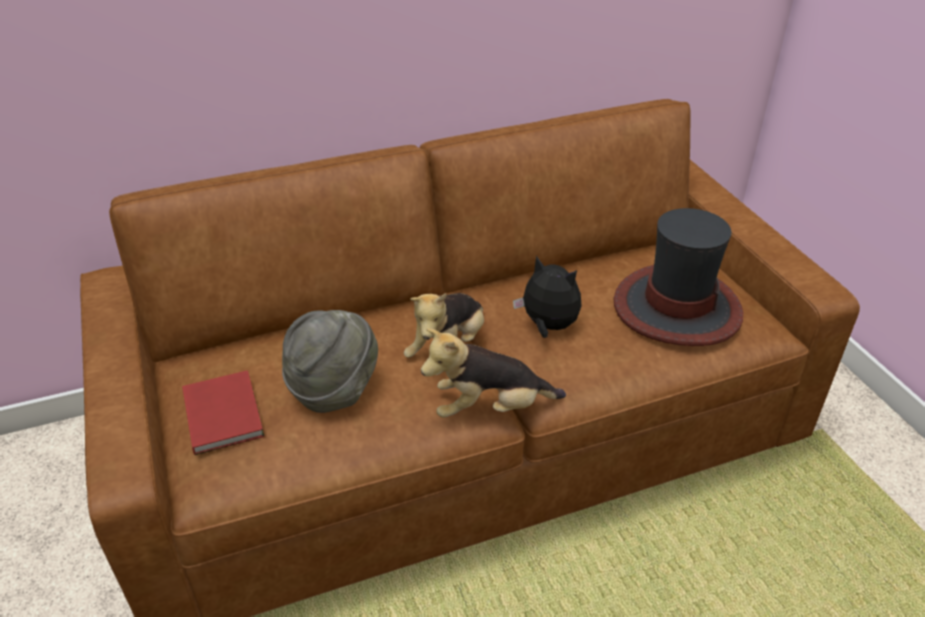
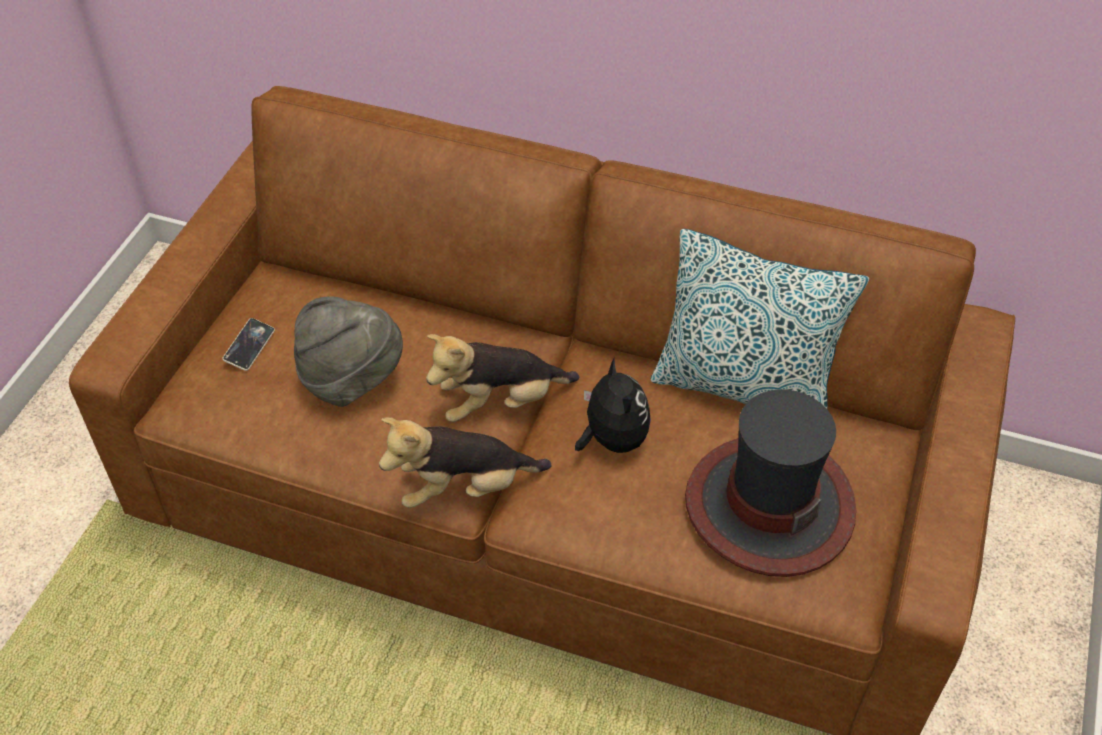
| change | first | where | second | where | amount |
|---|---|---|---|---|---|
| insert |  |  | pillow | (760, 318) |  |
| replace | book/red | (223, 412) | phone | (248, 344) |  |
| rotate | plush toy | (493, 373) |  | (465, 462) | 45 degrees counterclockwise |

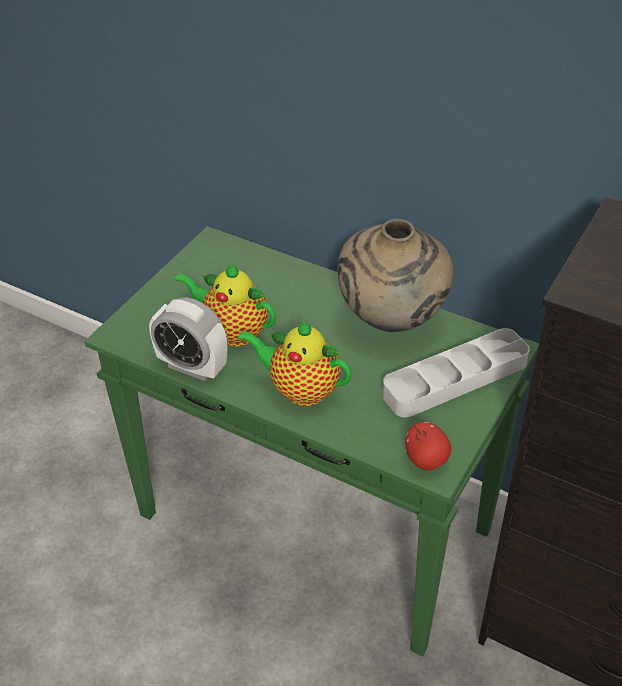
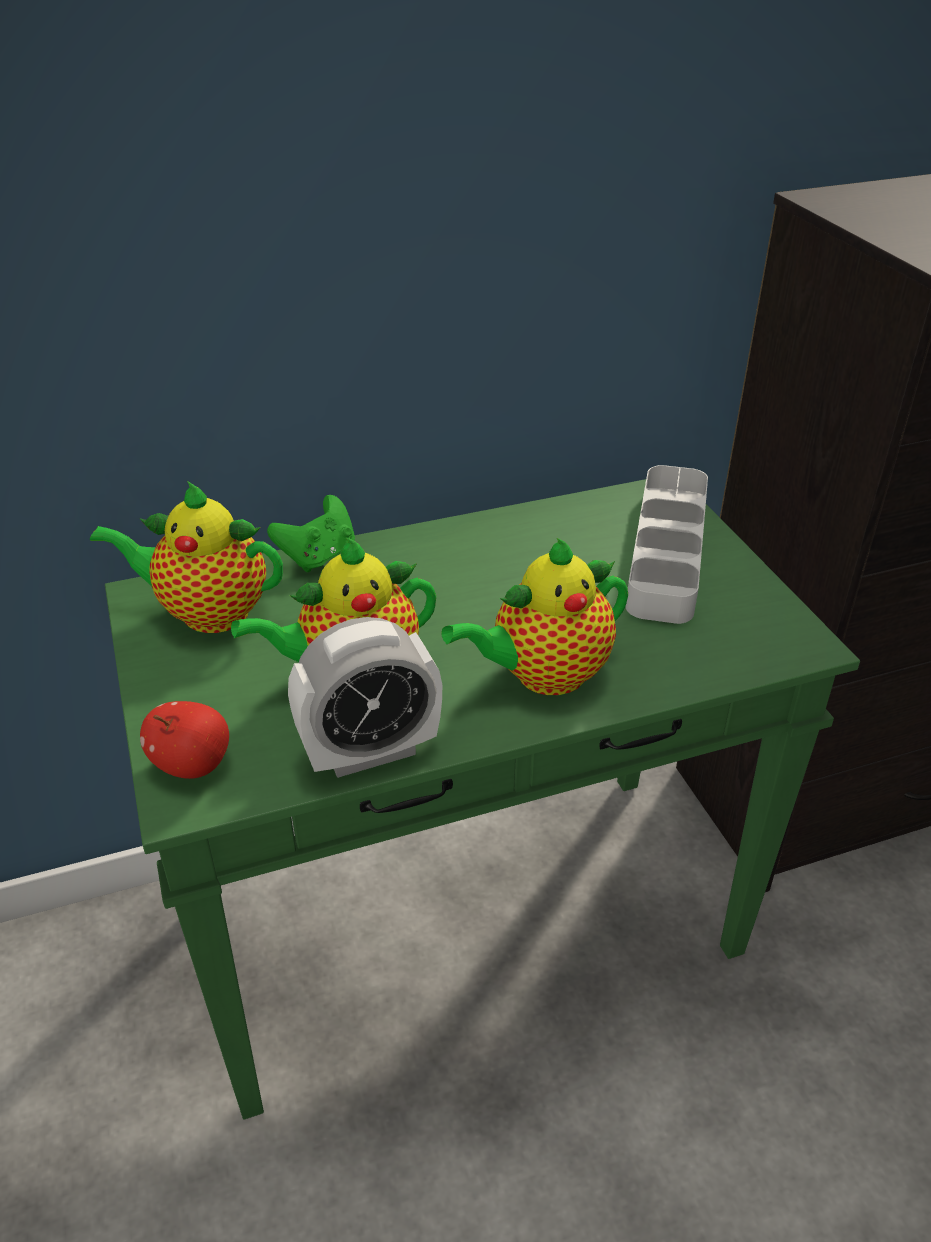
| change | first | where | second | where | amount |
|---|---|---|---|---|---|
| delete | vase/beige | (396, 275) |  |  |  |
| insert |  |  | teapot | (186, 557) |  |
| insert |  |  | game controller/green | (311, 533) |  |
| move | apple | (428, 446) |  | (184, 740) |  |

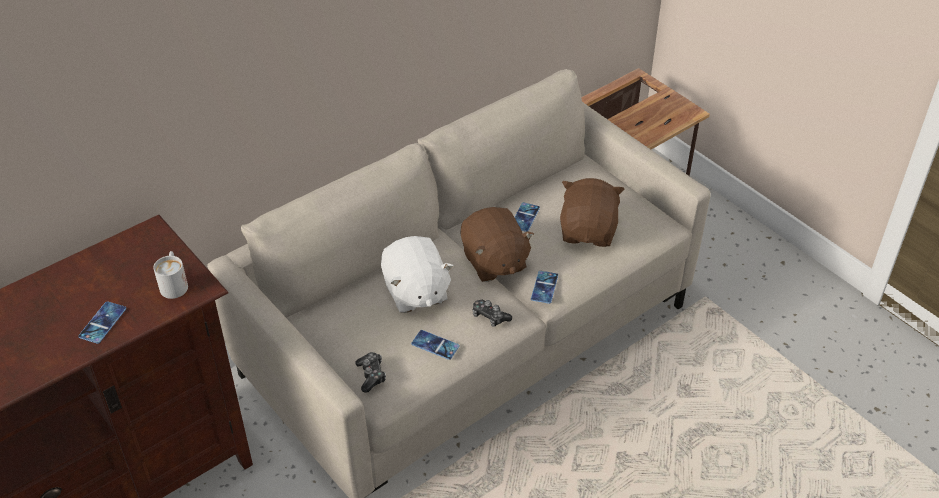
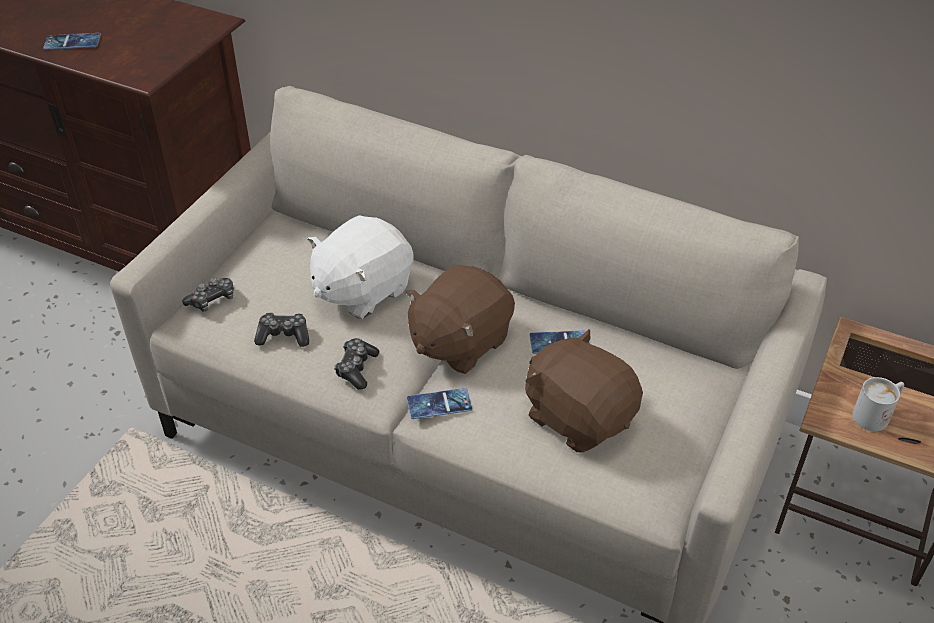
| change | first | where | second | where | amount |
|---|---|---|---|---|---|
| move | mug/white | (170, 275) |  | (878, 404) |  |
| replace | phone | (435, 345) | game controller | (281, 329) |  |
| rotate | plush toy/brown | (592, 212) |  | (584, 390) | 120 degrees counterclockwise |

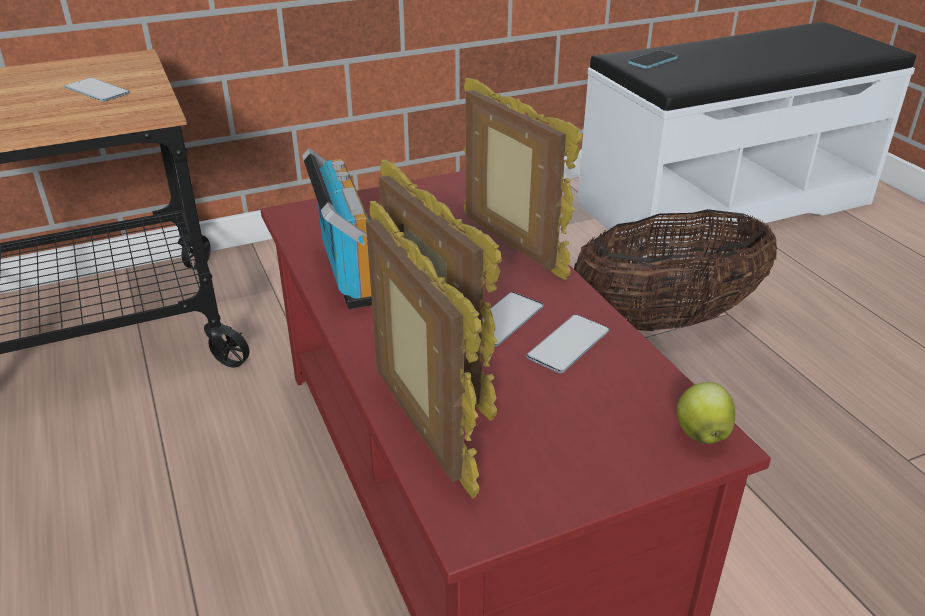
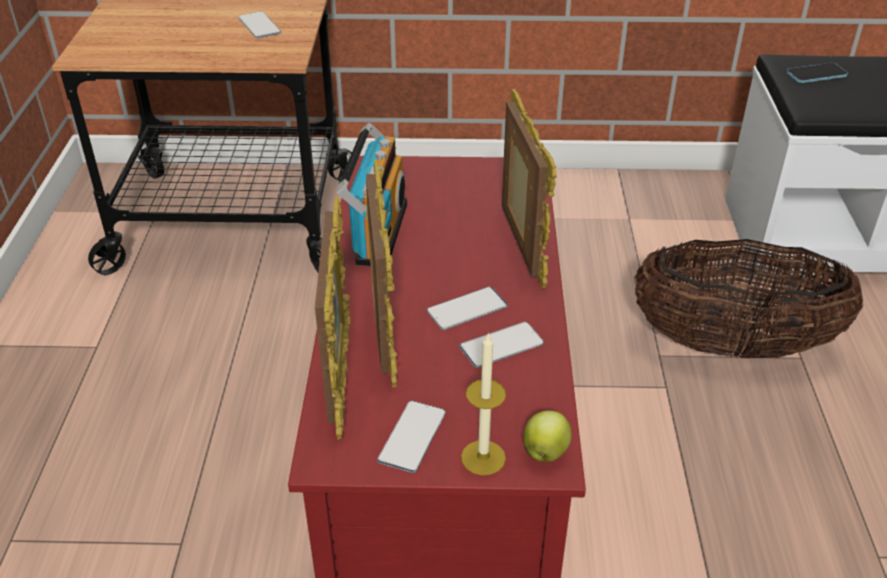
| change | first | where | second | where | amount |
|---|---|---|---|---|---|
| insert |  |  | phone | (411, 437) |  |
| insert |  |  | candle | (483, 403) |  |

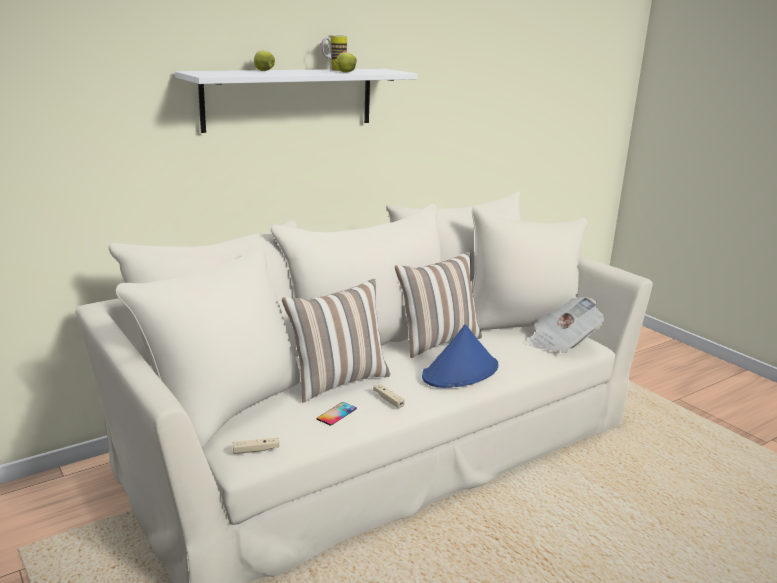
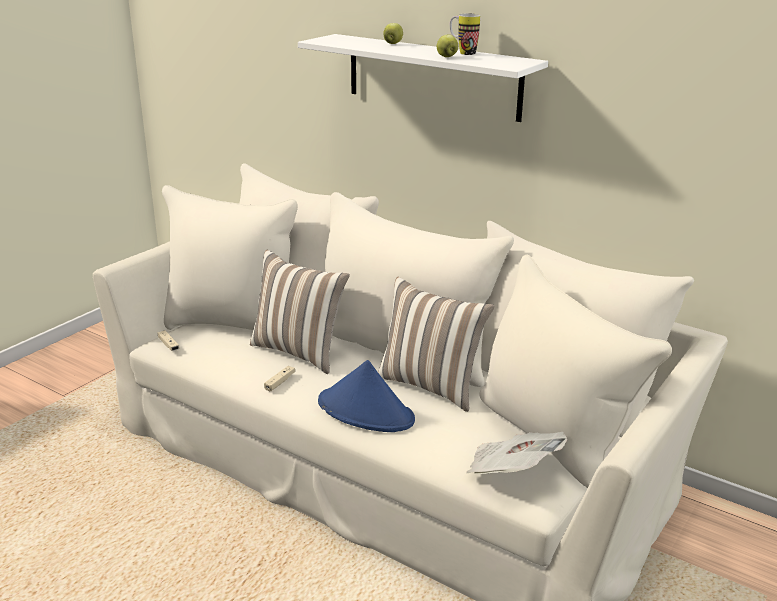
| change | first | where | second | where | amount |
|---|---|---|---|---|---|
| delete | phone | (337, 414) |  |  |  |

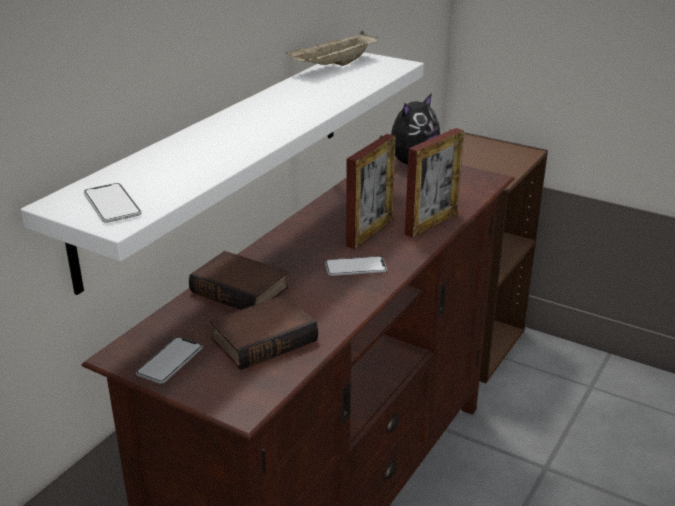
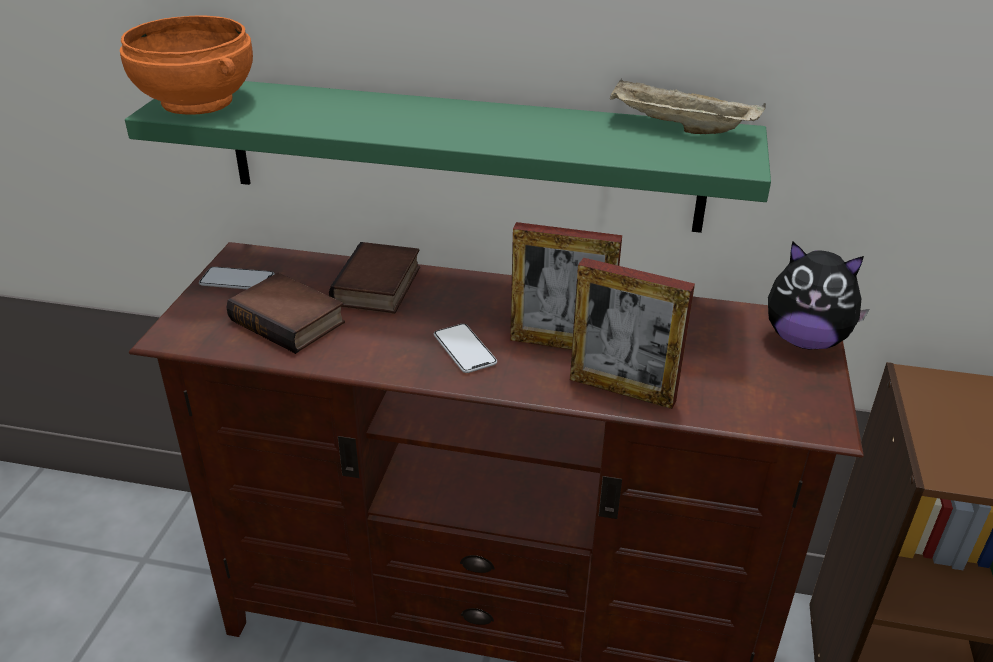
| change | first | where | second | where | amount |
|---|---|---|---|---|---|
| replace | phone | (113, 203) | bowl/orange | (186, 65) |  |
| recolor | shelf/white | (222, 173) | shelf/green | (448, 157) |  |

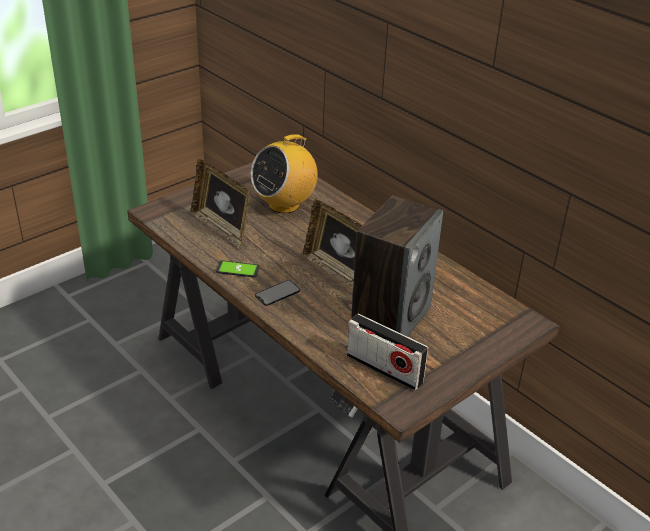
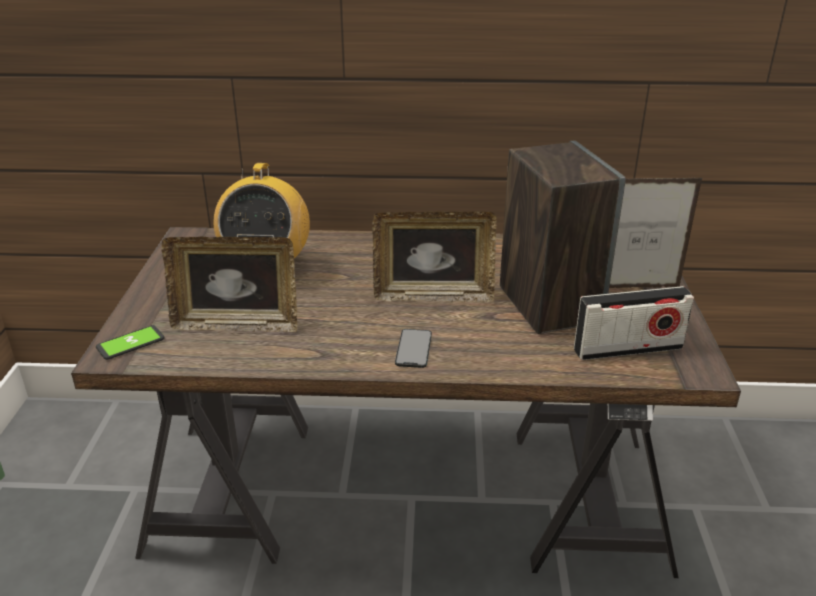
| change | first | where | second | where | amount |
|---|---|---|---|---|---|
| insert |  |  | picture frame | (655, 233) |  |
| move | phone | (238, 268) |  | (130, 342) |  |

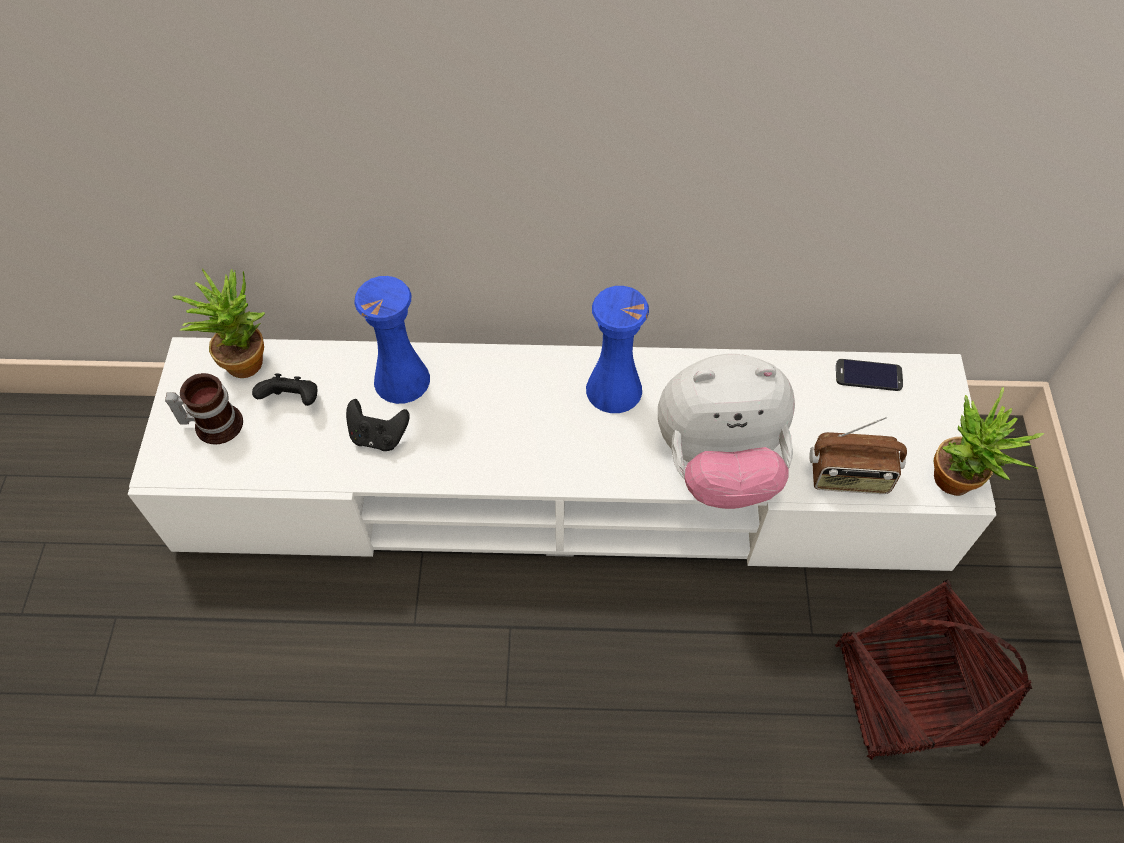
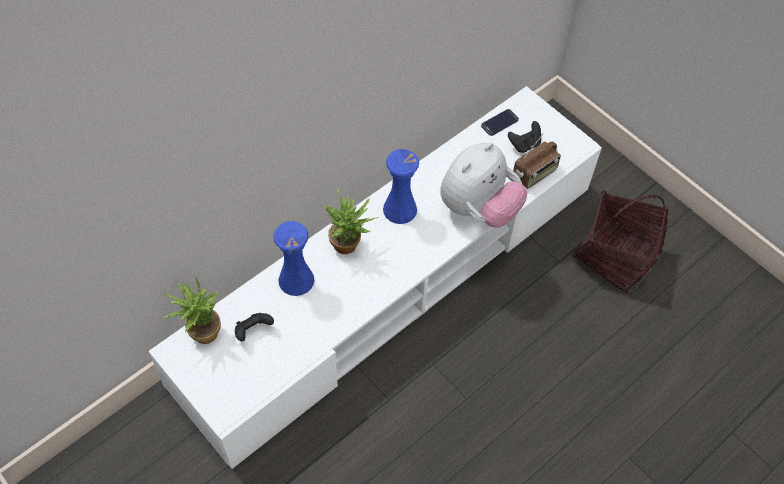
| change | first | where | second | where | amount |
|---|---|---|---|---|---|
| delete | mug | (204, 408) |  |  |  |
| move | game controller/black | (378, 425) |  | (524, 137) |  |
| move | potted plant | (989, 441) |  | (351, 221) |  |

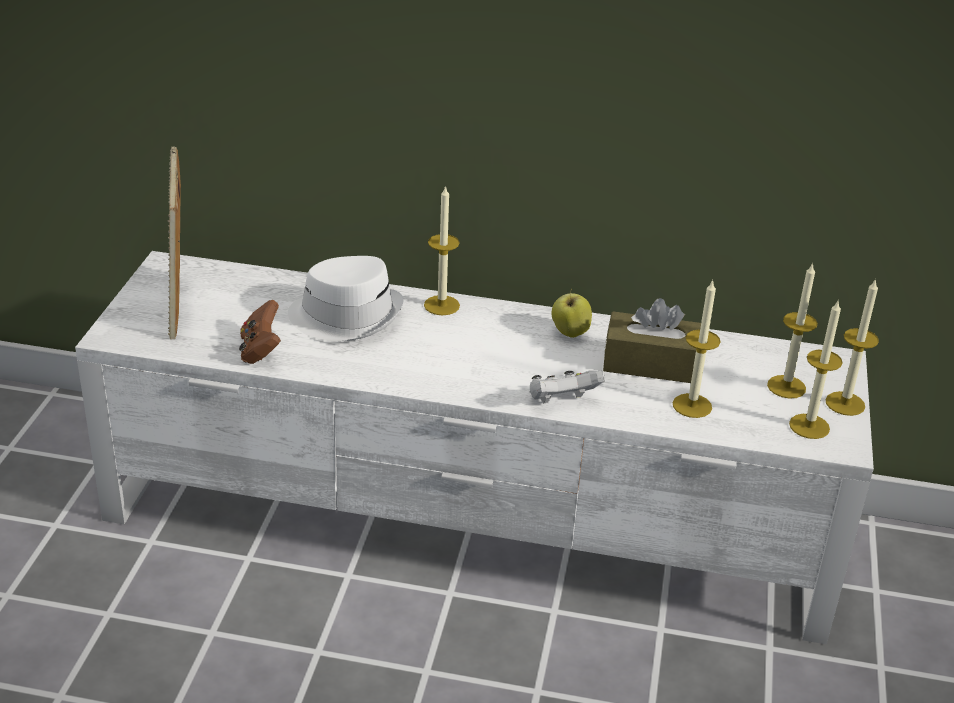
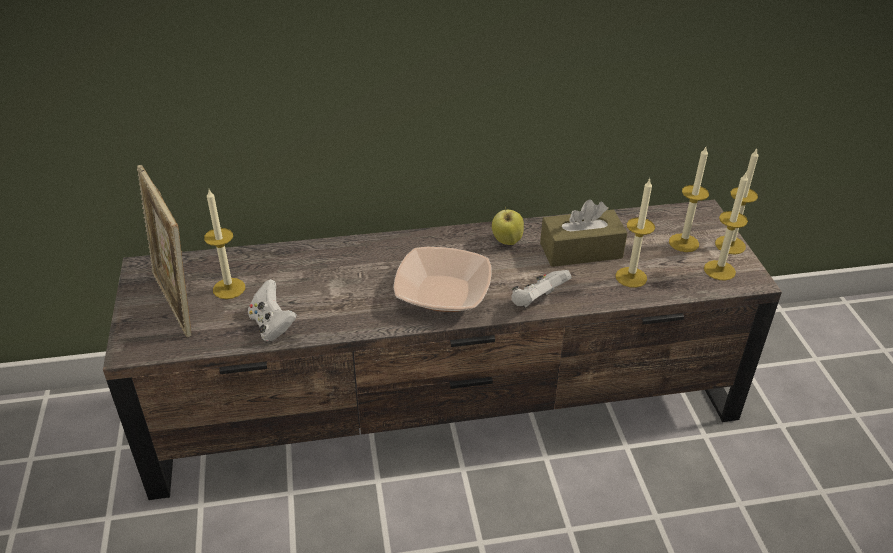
| change | first | where | second | where | amount |
|---|---|---|---|---|---|
| delete | hat/white | (346, 298) |  |  |  |
| insert |  |  | bowl | (443, 279) |  |
| move | candle | (442, 250) |  | (224, 244) |  |
| recolor | tv stand/white | (474, 447) | tv stand/brown | (442, 350) |  |
| recolor | game controller/brown | (260, 332) | game controller/white | (272, 310) |  |

